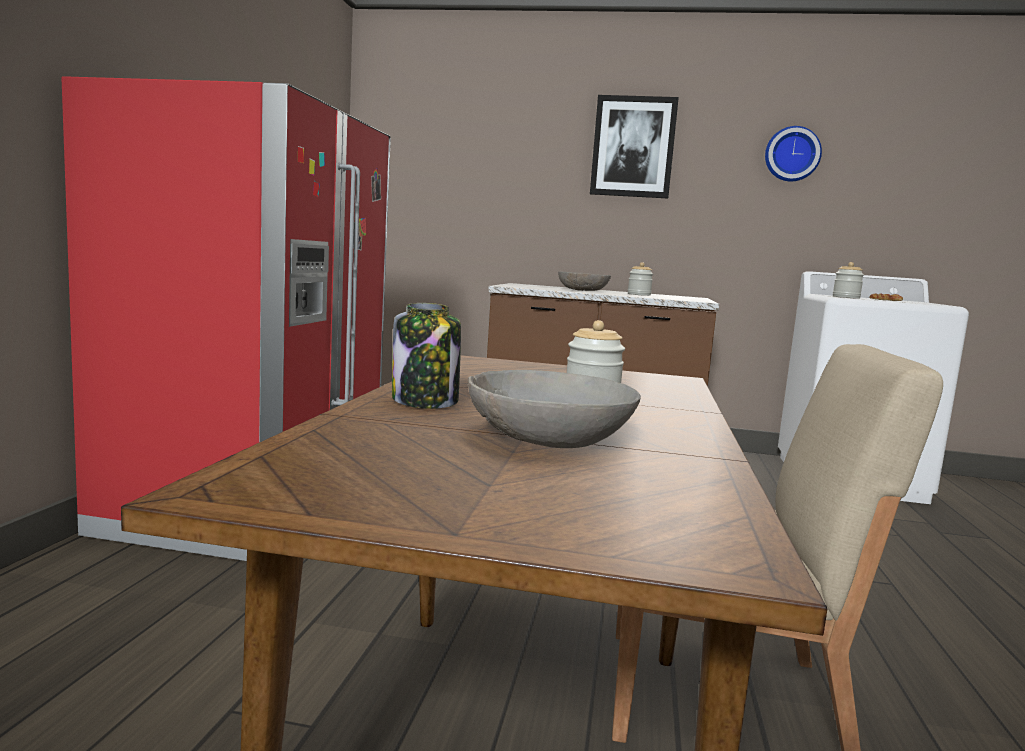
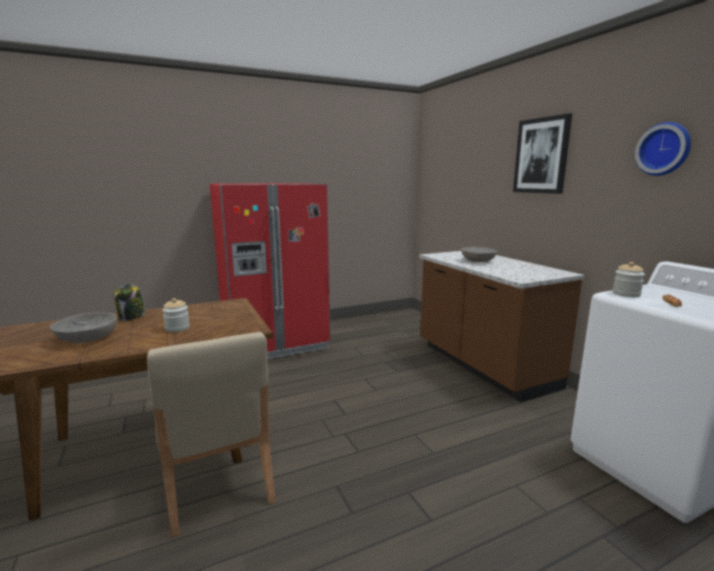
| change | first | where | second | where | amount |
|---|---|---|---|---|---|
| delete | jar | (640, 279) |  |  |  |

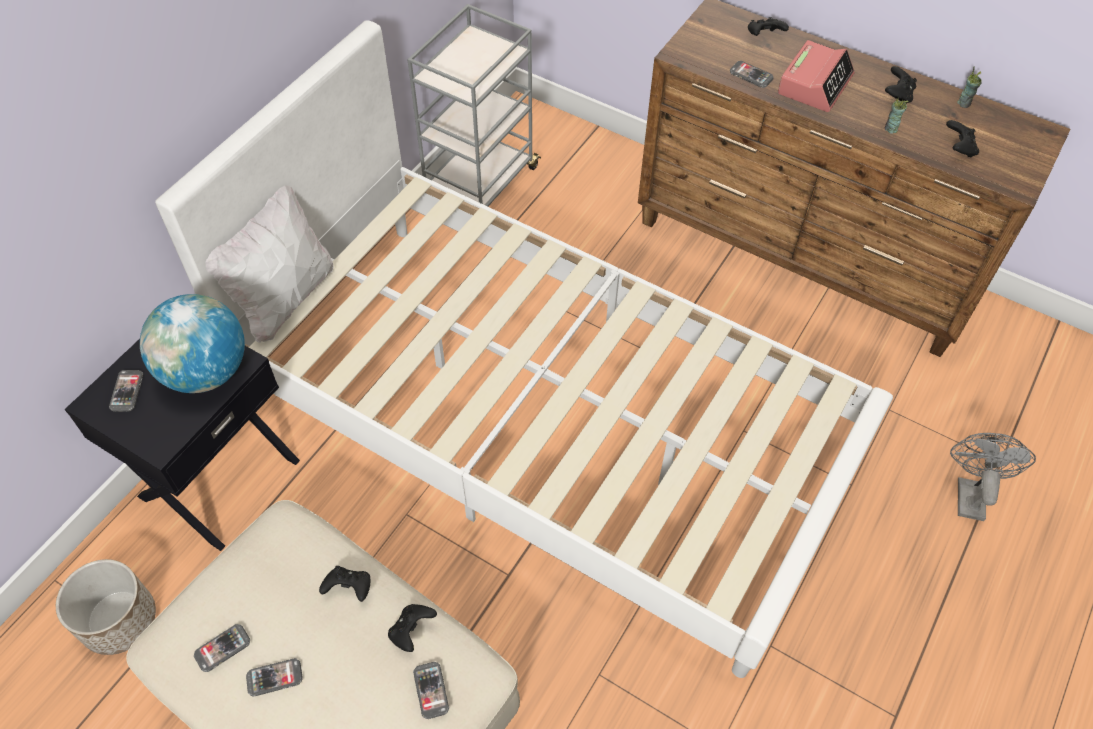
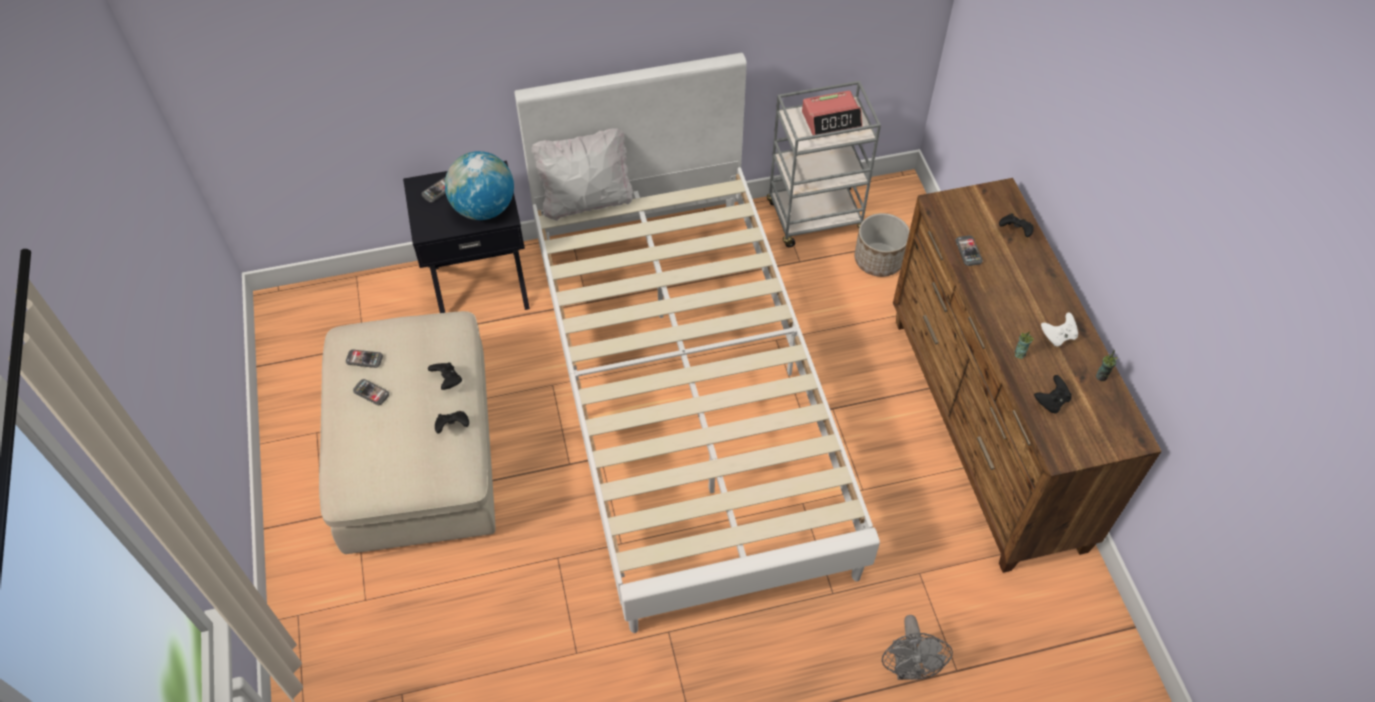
| change | first | where | second | where | amount |
|---|---|---|---|---|---|
| delete | phone | (431, 690) |  |  |  |
| move | planter | (106, 607) |  | (882, 245) |  |
| move | alarm clock | (816, 76) |  | (832, 113) |  |
| recolor | game controller/black | (901, 85) | game controller/white | (1059, 329) |  |
| rotate | fan/grey | (993, 477) |  | (917, 647) | 120 degrees clockwise |

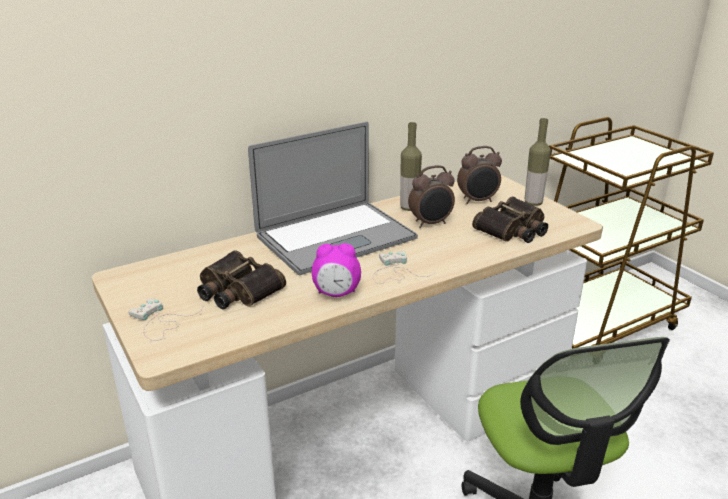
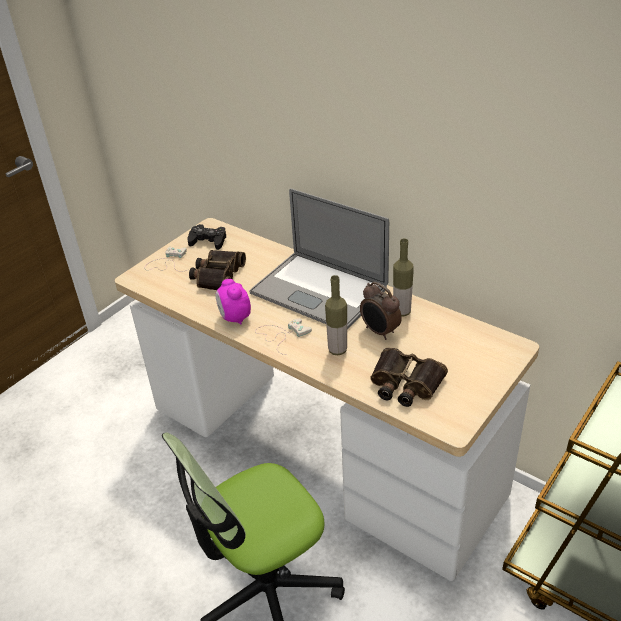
| change | first | where | second | where | amount |
|---|---|---|---|---|---|
| delete | alarm clock | (479, 175) |  |  |  |
| insert |  |  | game controller/black | (206, 237) |  |
| move | bottle | (538, 162) |  | (336, 315) |  |

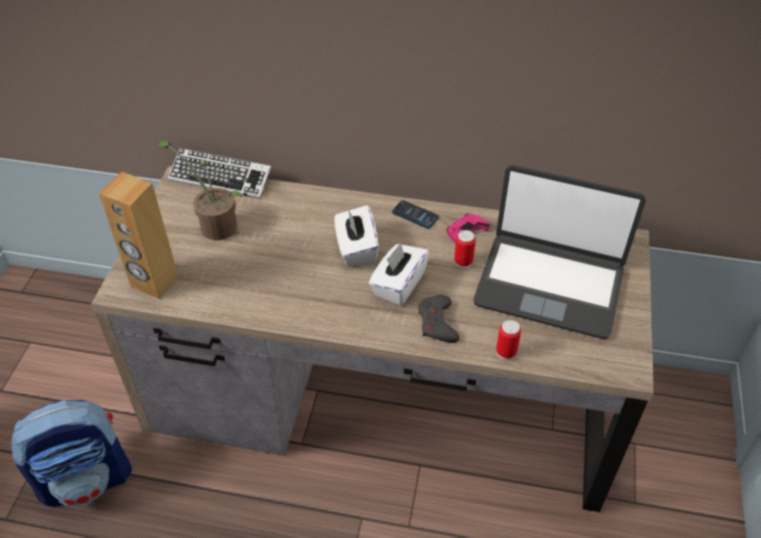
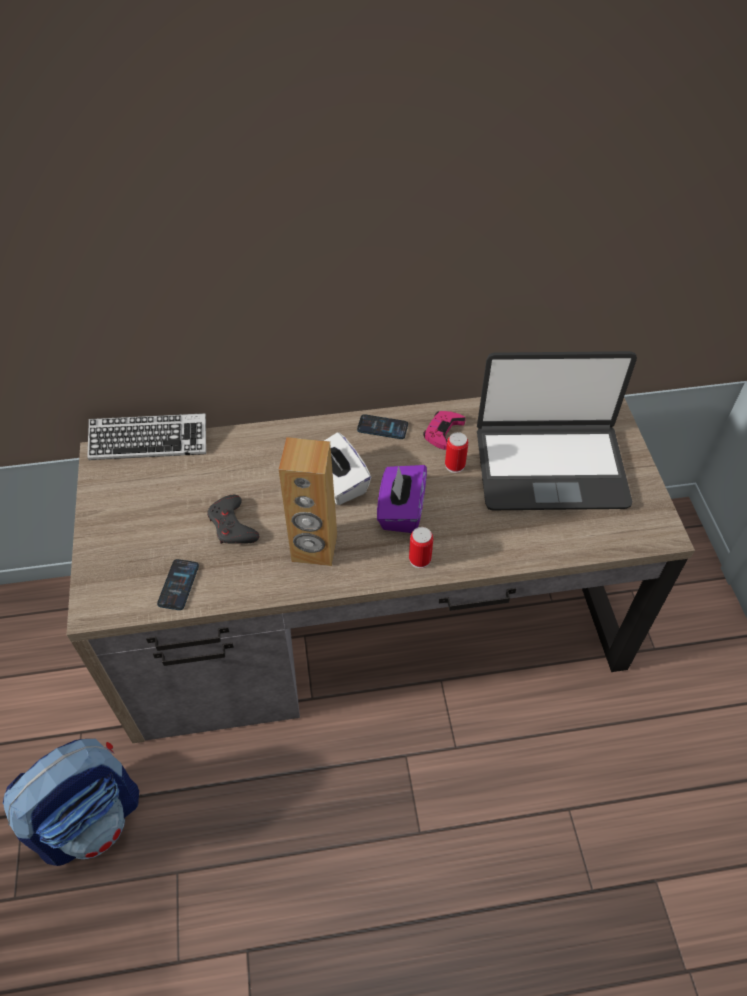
| change | first | where | second | where | amount |
|---|---|---|---|---|---|
| delete | potted plant | (200, 190) |  |  |  |
| insert |  |  | phone | (178, 584) |  |
| move | speaker/brown | (139, 235) |  | (308, 501) |  |
| move | game controller/grey | (438, 319) |  | (233, 519) |  |
| move | can | (508, 340) |  | (421, 547) |  |
| recolor | tissue box/white | (399, 274) | tissue box/purple | (402, 499) |  |

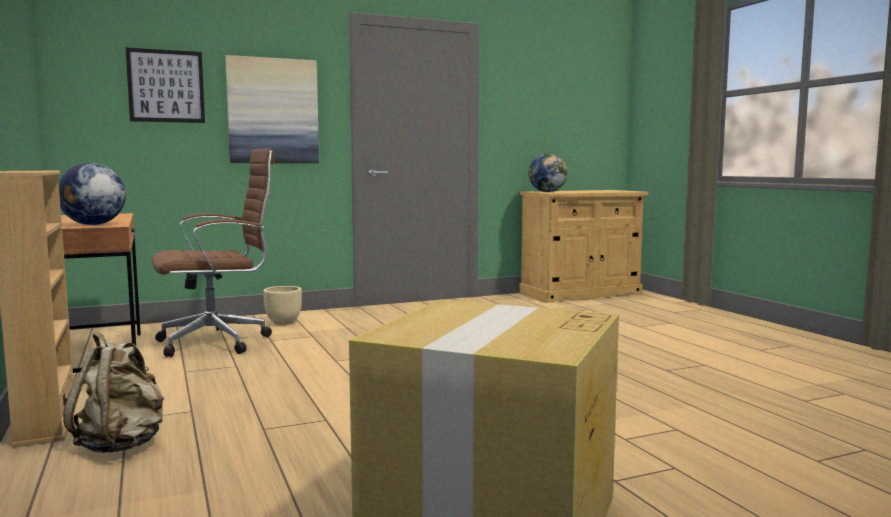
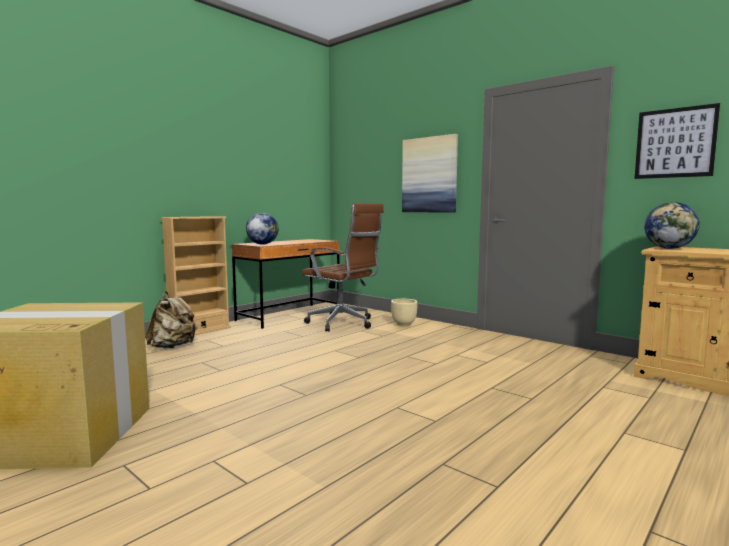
| change | first | where | second | where | amount |
|---|---|---|---|---|---|
| move | picture | (165, 85) |  | (677, 141) |  |

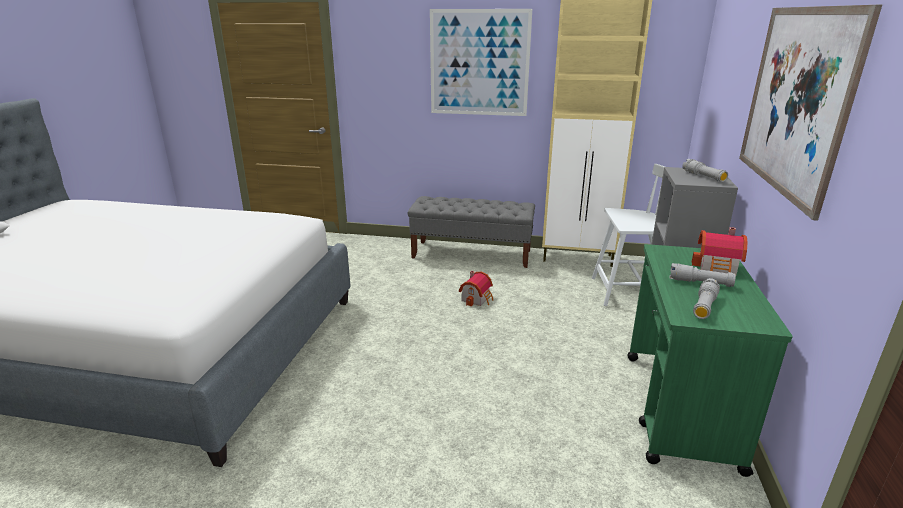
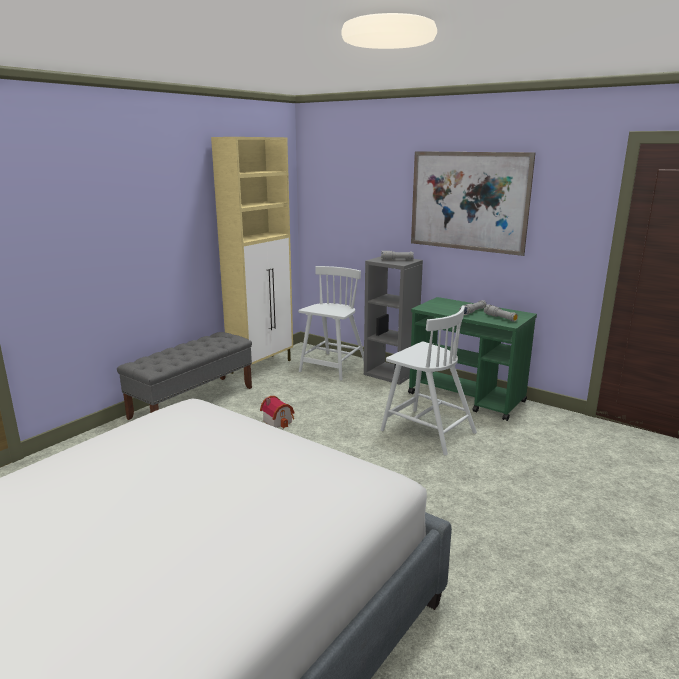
| change | first | where | second | where | amount |
|---|---|---|---|---|---|
| delete | picture | (481, 62) |  |  |  |
| delete | toy house | (719, 251) |  |  |  |
| insert |  |  | chair/white | (429, 380) |  |

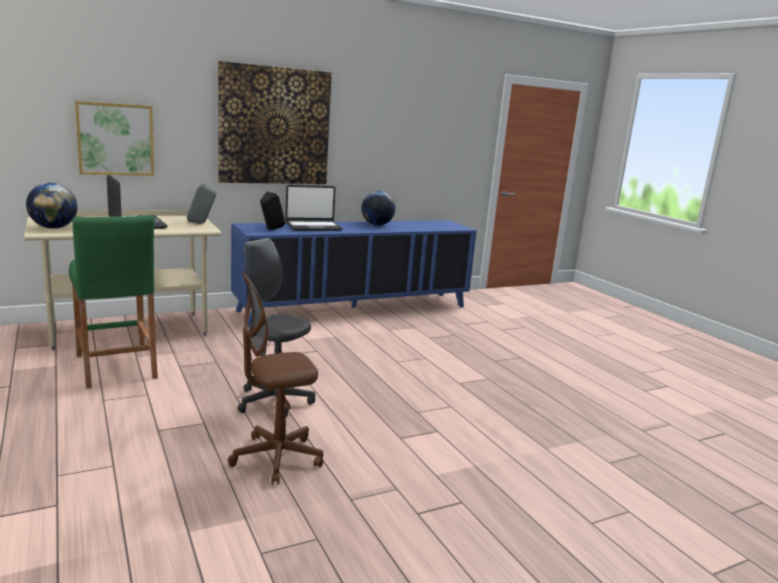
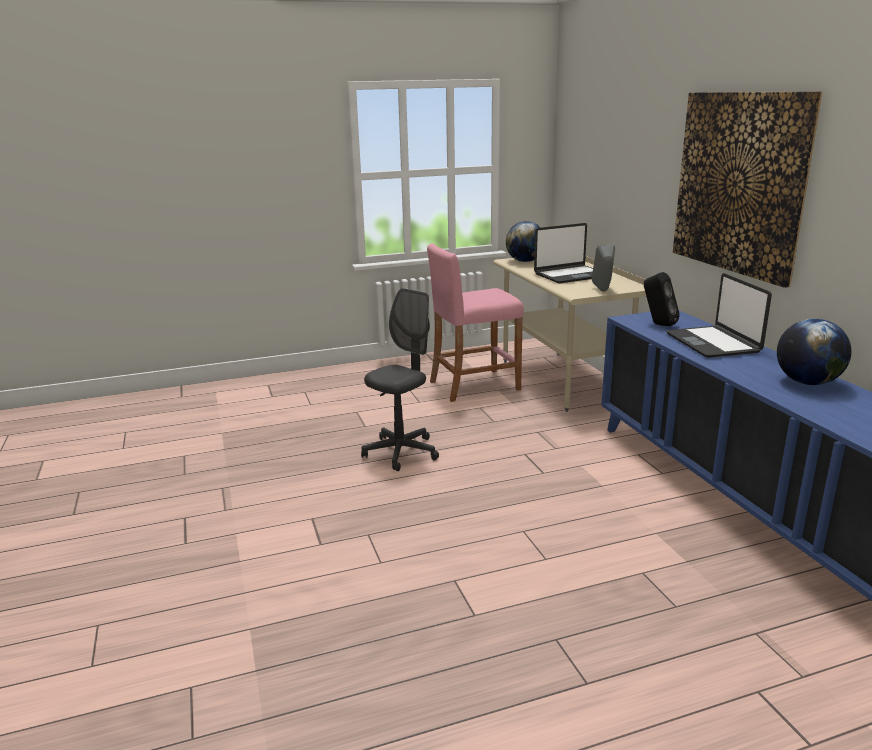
| change | first | where | second | where | amount |
|---|---|---|---|---|---|
| delete | picture | (114, 138) |  |  |  |
| delete | office chair/brown | (275, 378) |  |  |  |
| recolor | stool/green | (113, 302) | stool/pink | (475, 322) |  |

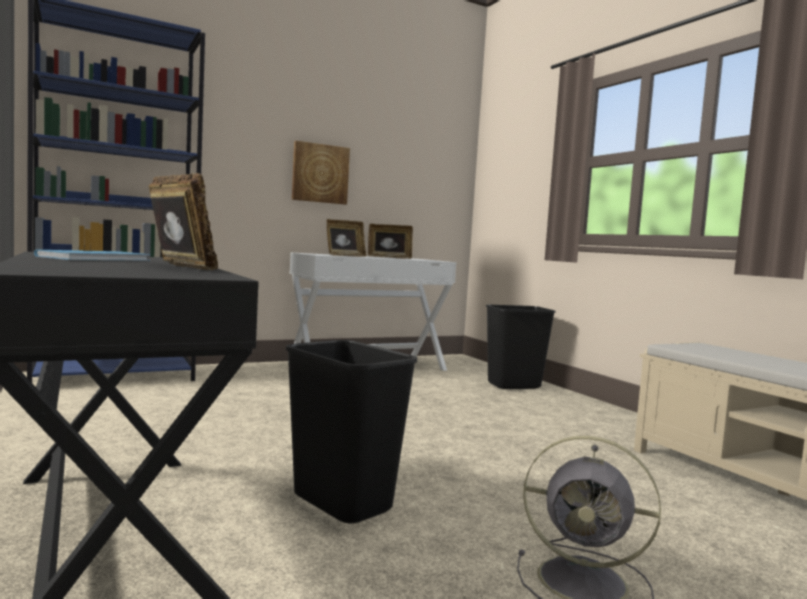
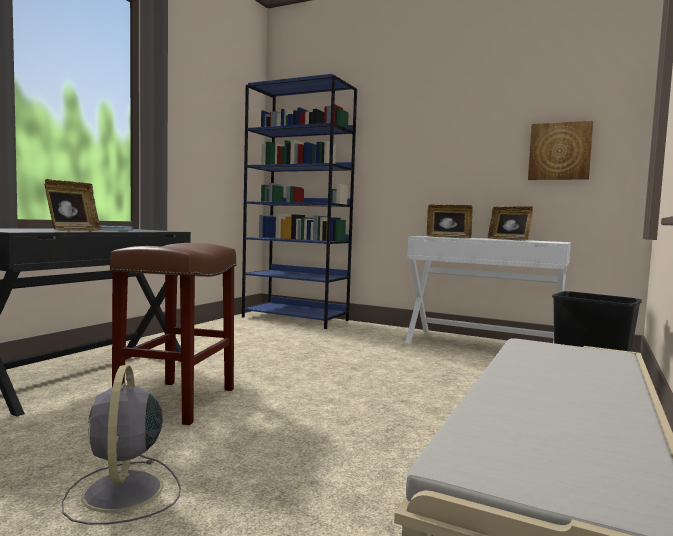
| change | first | where | second | where | amount |
|---|---|---|---|---|---|
| move | picture | (321, 173) |  | (560, 150) |  |
| replace | trash can/black | (351, 431) | stool/brown | (173, 334) |  |

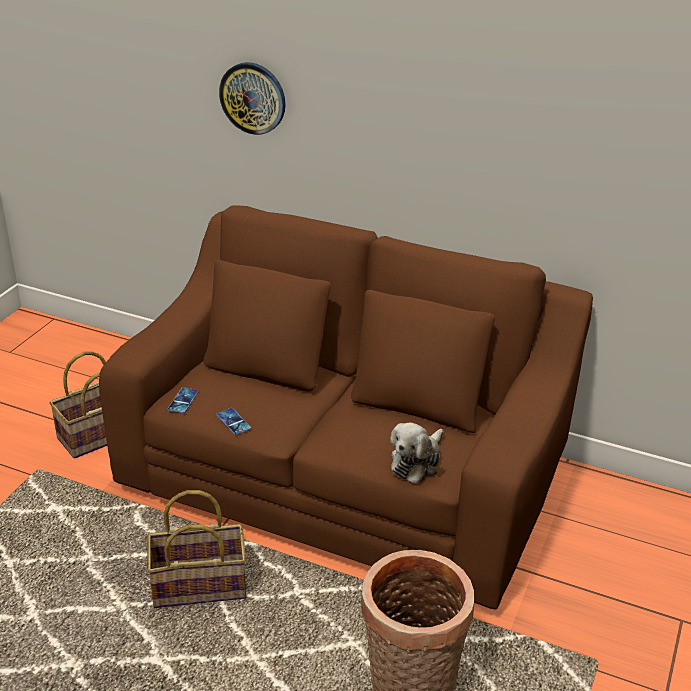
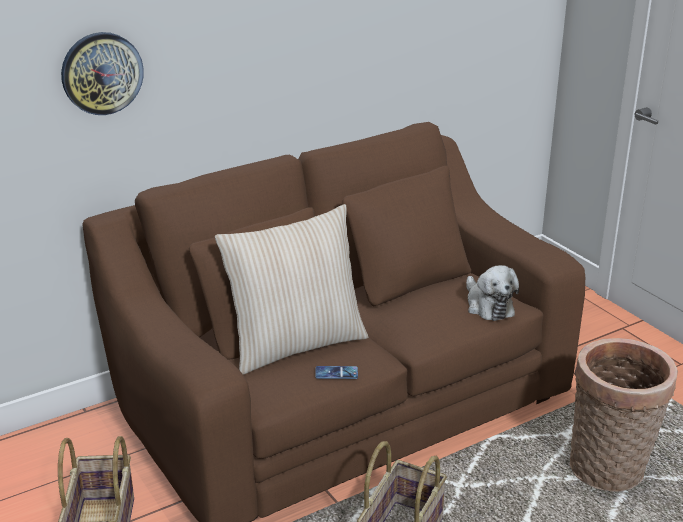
| change | first | where | second | where | amount |
|---|---|---|---|---|---|
| delete | phone | (183, 400) |  |  |  |
| insert |  |  | pillow/beige | (291, 289) |  |

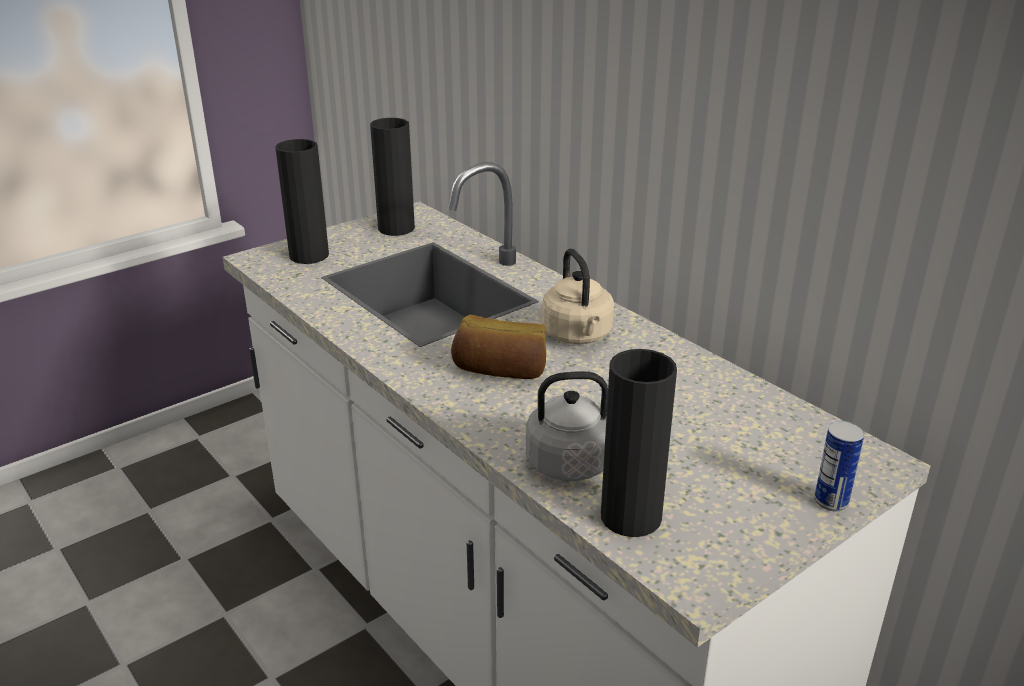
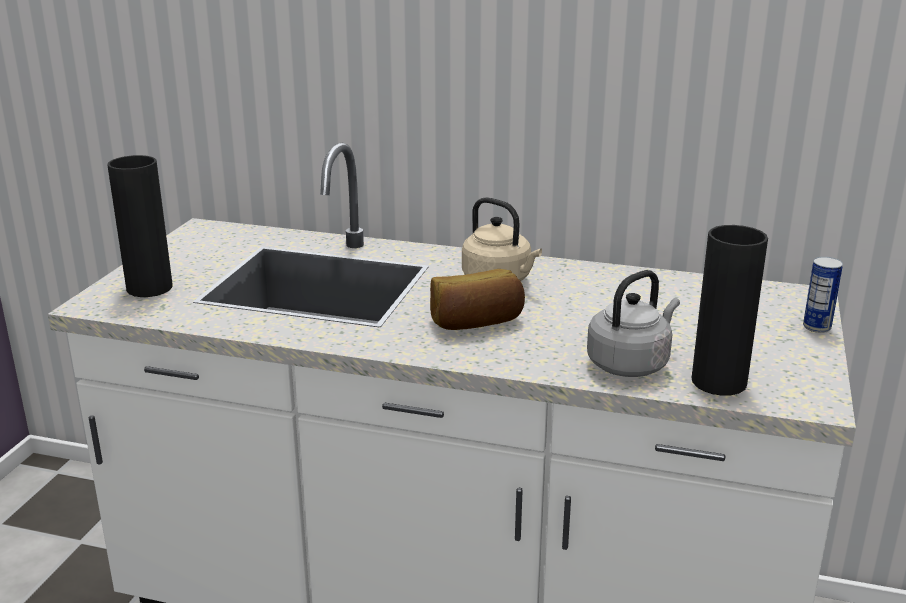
| change | first | where | second | where | amount |
|---|---|---|---|---|---|
| delete | vase/black | (392, 177) |  |  |  |

